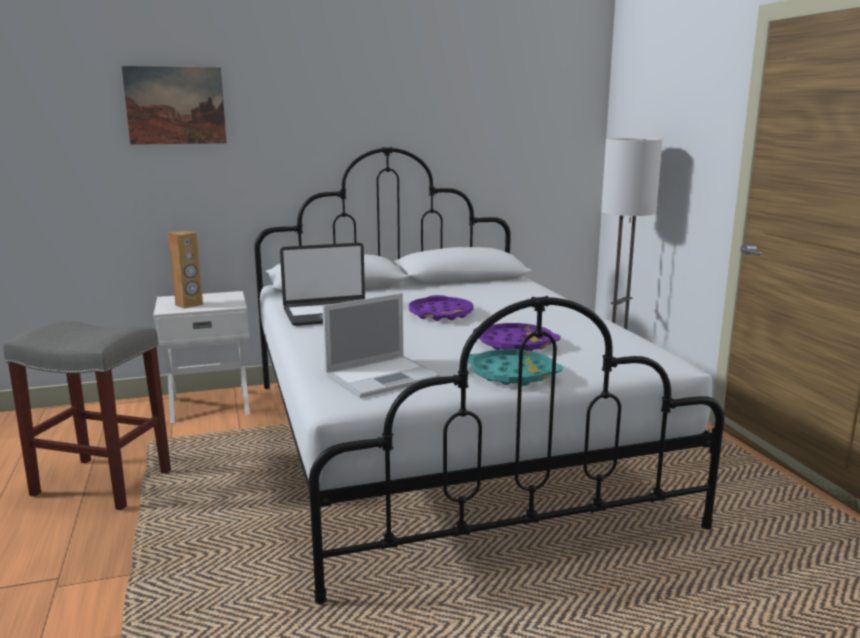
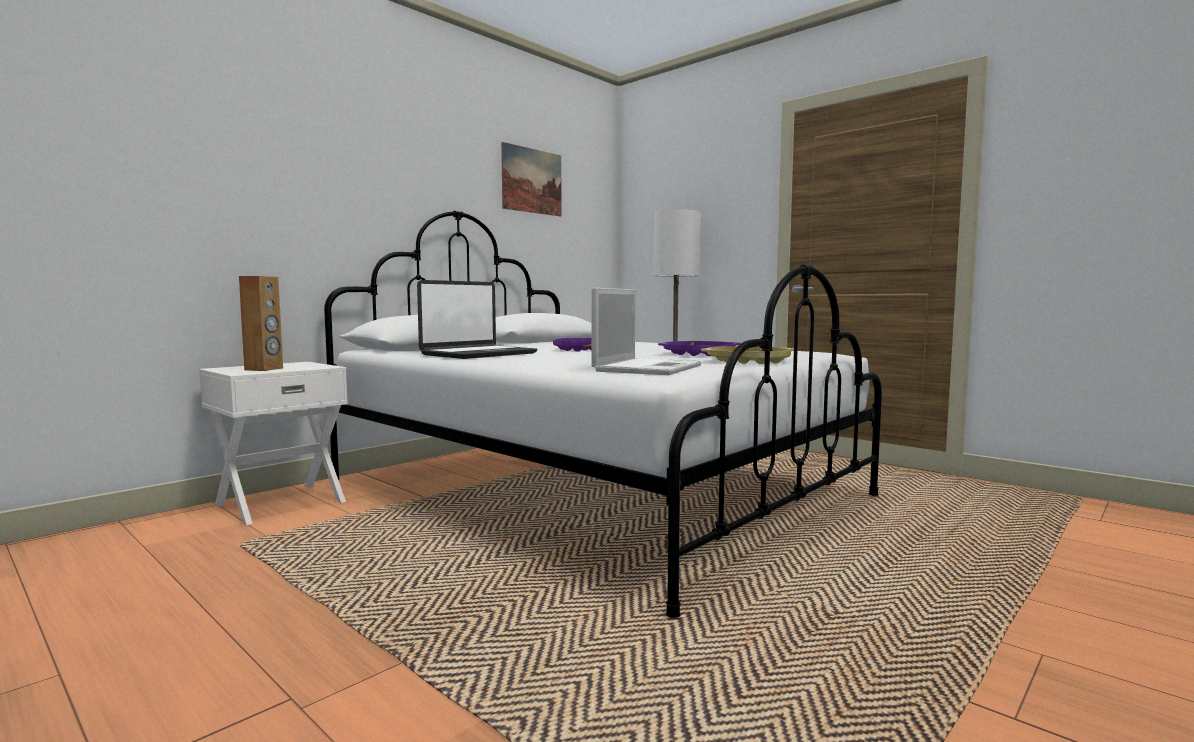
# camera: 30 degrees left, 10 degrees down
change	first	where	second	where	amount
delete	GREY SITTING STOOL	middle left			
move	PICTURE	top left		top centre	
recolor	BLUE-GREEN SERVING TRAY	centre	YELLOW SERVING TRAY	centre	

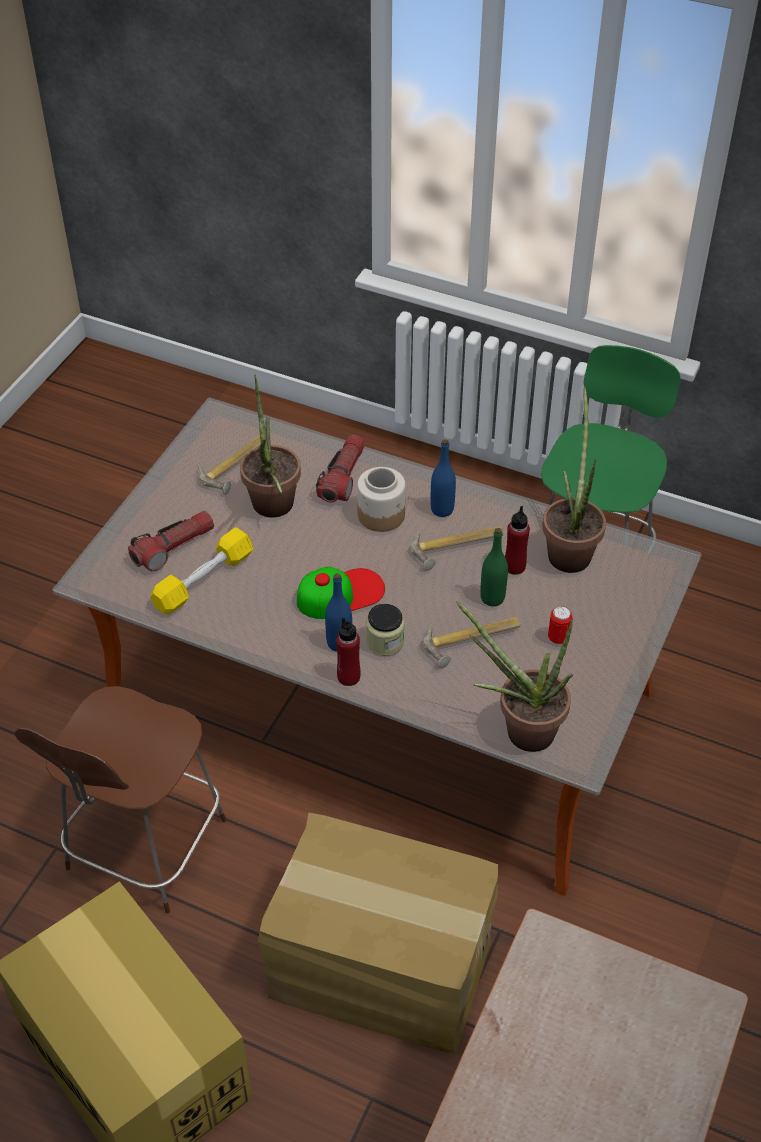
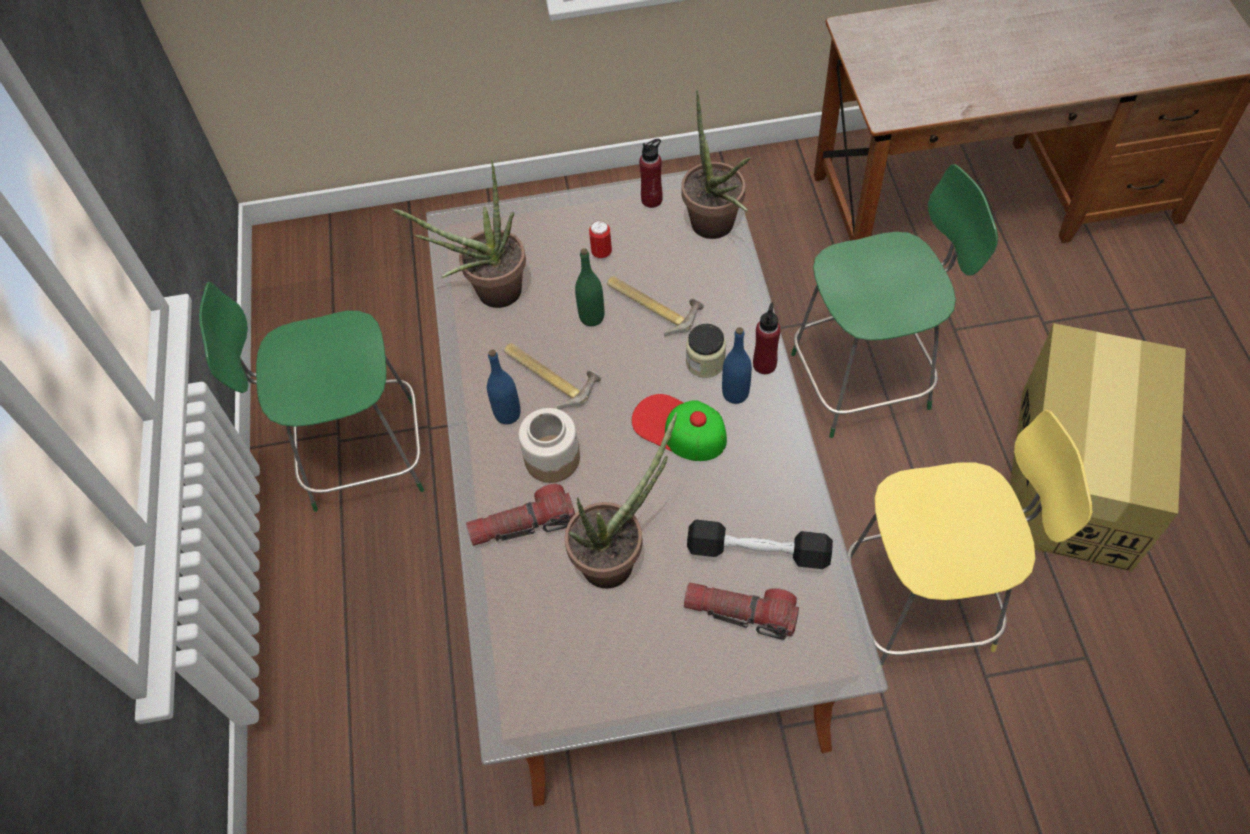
# camera: 120 degrees left, 10 degrees up
change	first	where	second	where	amount
recolor	BROWN-COLOURED SITTING STOOL	bottom left	YELLOW SITTING STOOL	middle right	
recolor	YELLOW HAND WEIGHT	middle left	BLACK HAND WEIGHT	centre	
delete	HAMMER (1st from left)	middle left			
replace	CARDBOARD BOX (2nd from left)	bottom centre	GREENISH SITTING STOOL (2nd from left)	middle right	
move	RED-COLOURED DRINK BOTTLE (2nd from left in the first image)	middle right	RED-COLOURED DRINK BOTTLE (1st from left)	top centre	

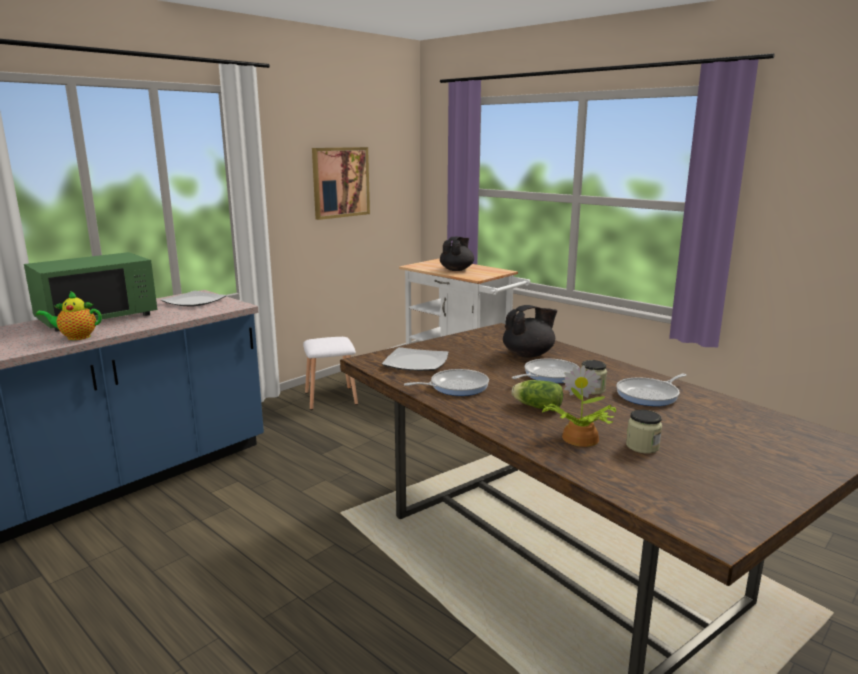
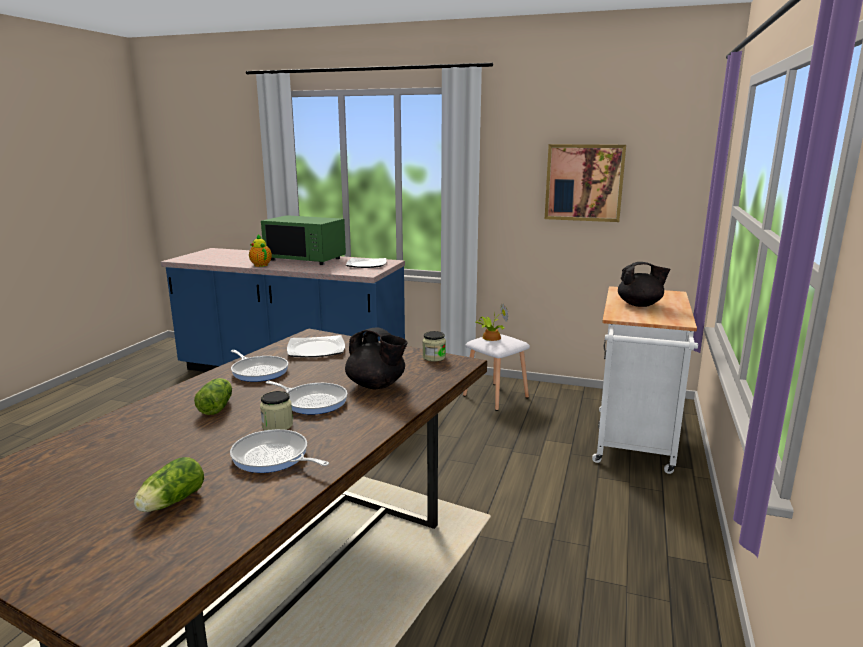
# camera: 65 degrees right, 0 degrees up
change	first	where	second	where	amount
move	HOUSEPLANT	middle right		centre	
move	PRESERVE JAR (2nd from left)	middle right		centre	
insert			LETTUCE HEAD (1st from left)	bottom left	

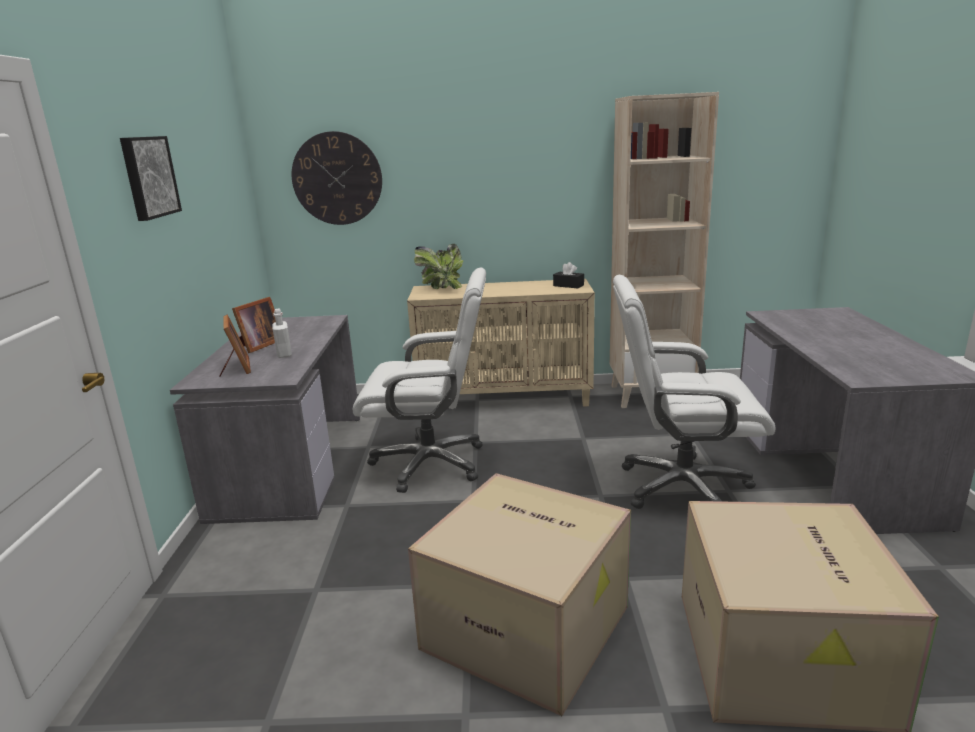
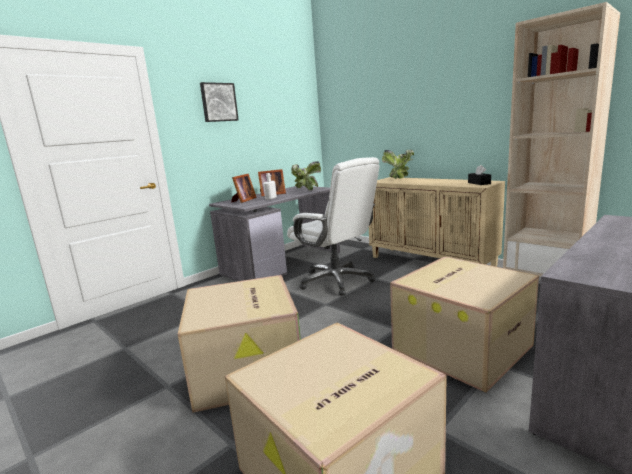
# camera: 45 degrees right, 5 degrees down
change	first	where	second	where	amount
delete	WALL CLOCK	top centre			
replace	WHITE-COLOURED DESK CHAIR (2nd from left)	middle right	CARDBOARD BOX (3rd from left)	bottom right	
insert			HOUSEPLANT (1st from left)	centre	

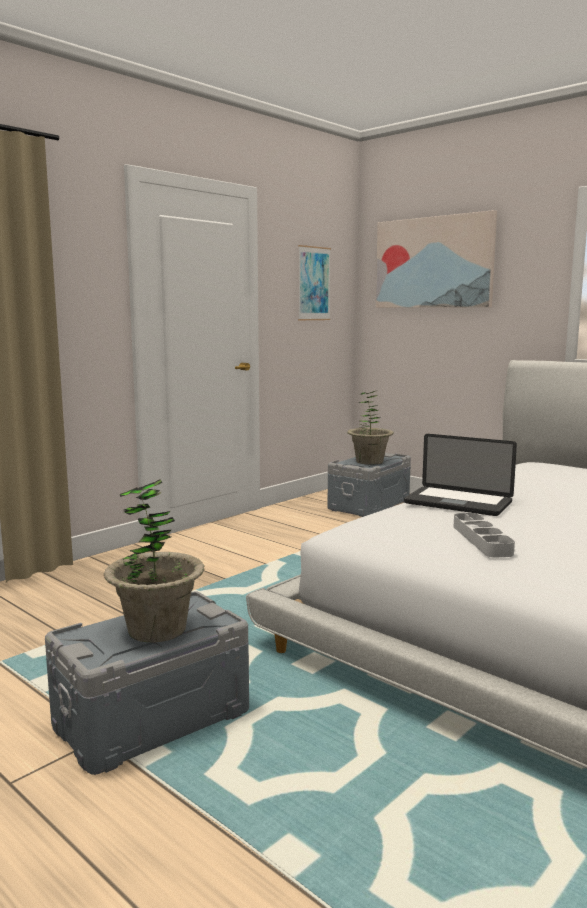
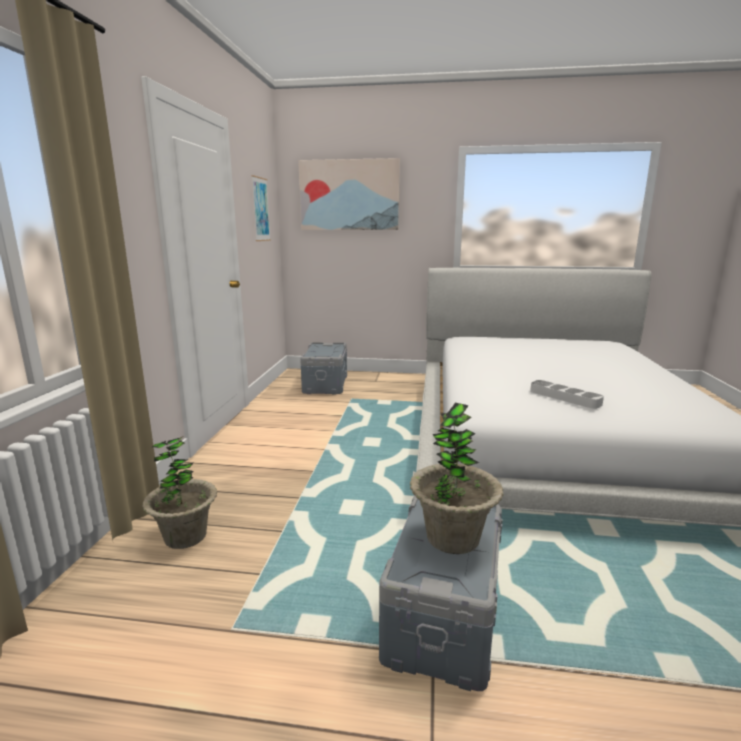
# camera: 35 degrees left, 5 degrees up
change	first	where	second	where	amount
move	HOUSEPLANT (2nd from left in the first image)	centre	HOUSEPLANT (1st from left)	middle left	
delete	NOTEBOOK COMPUTER	middle right			

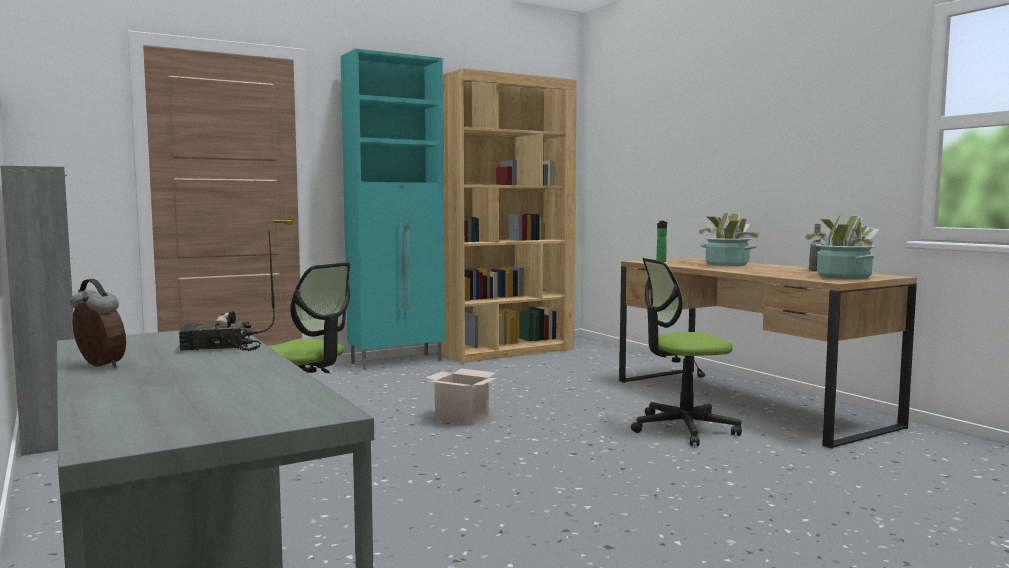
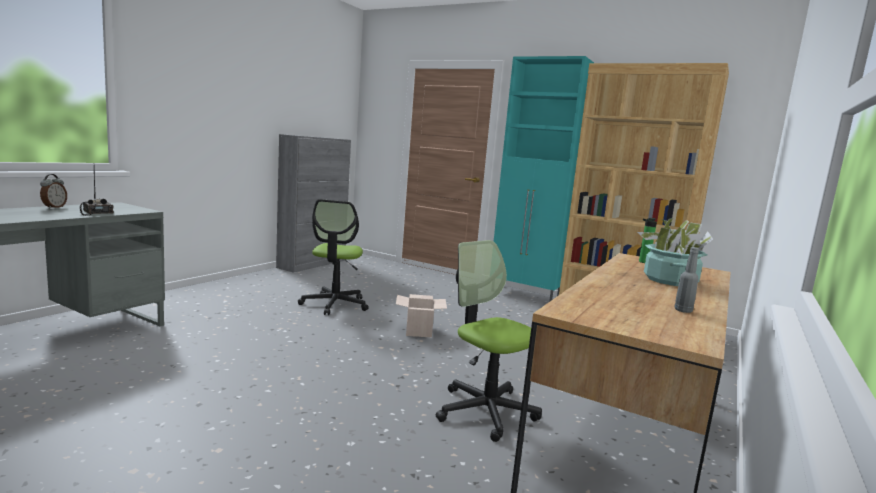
# camera: 60 degrees right, 5 degrees up
change	first	where	second	where	amount
delete	HOUSEPLANT (2nd from left)	middle right			

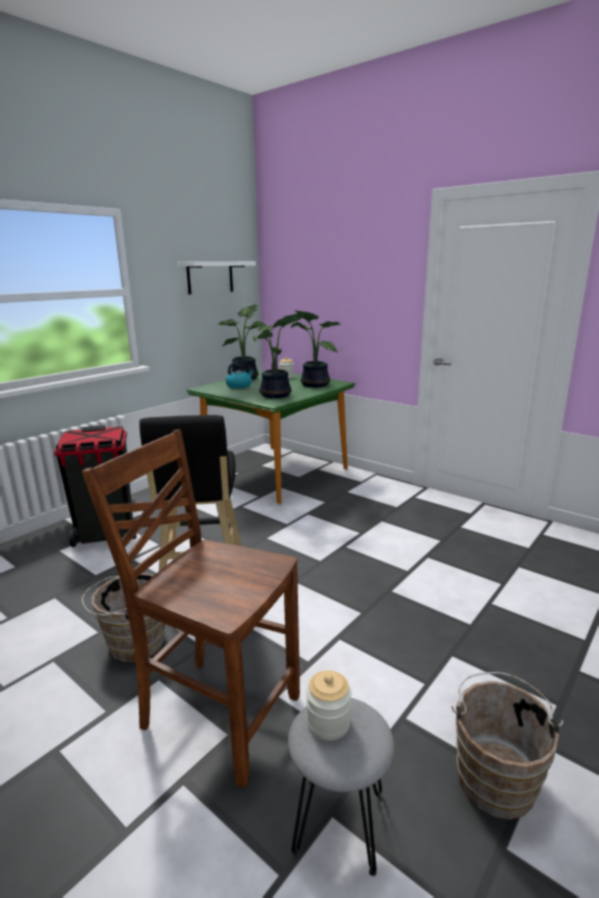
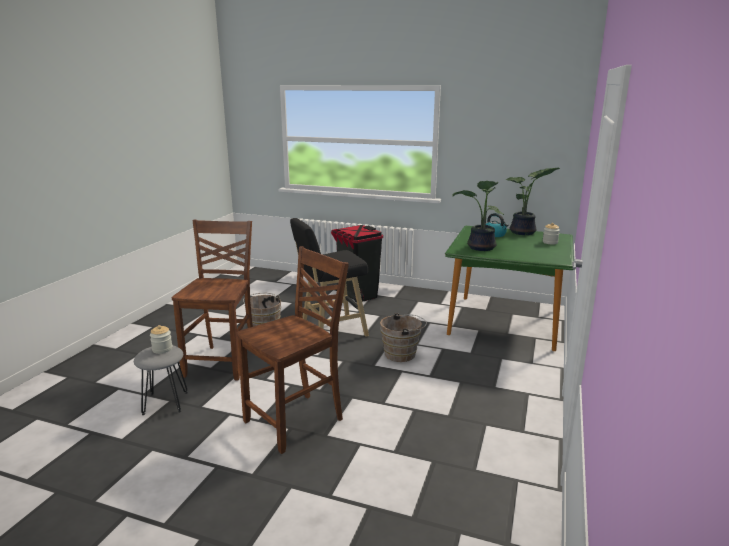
# camera: 70 degrees right, 0 degrees up
change	first	where	second	where	amount
delete	WHITE-COLOURED WALL SHELF	top centre			
delete	HOUSEPLANT (3rd from left)	centre			
move	BROWN-COLOURED BUCKET (2nd from left)	bottom right		centre	
insert			BROWN-COLOURED CHAIR (2nd from left)	centre	

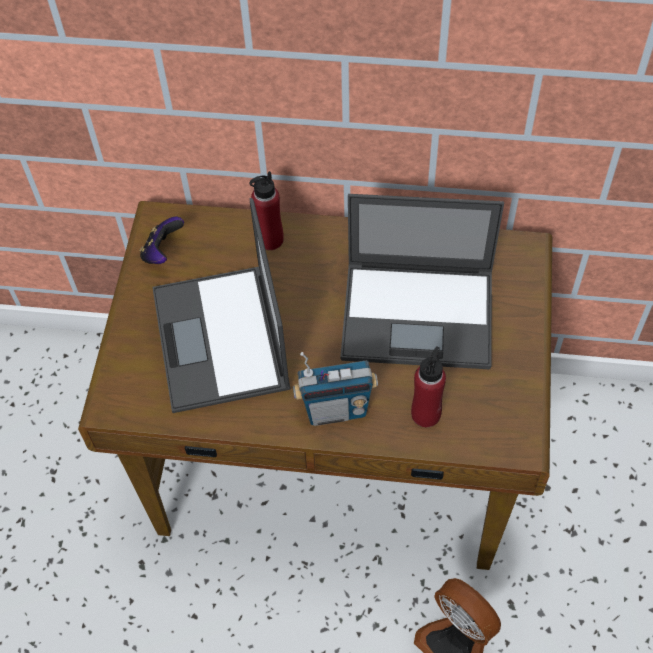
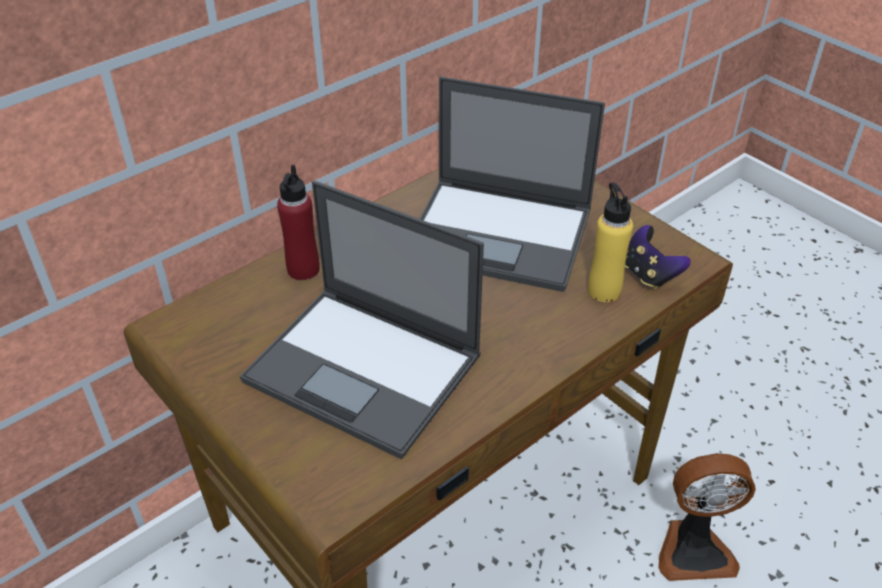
# camera: 50 degrees left, 15 degrees down
change	first	where	second	where	amount
move	GAME CONTROLLER	middle left		middle right	
delete	RADIO	centre			
rotate	NOTEBOOK COMPUTER (2nd from left)	centre		top centre	60 degrees clockwise
recolor	RED-COLOURED DRINK BOTTLE (2nd from left)	centre	YELLOW DRINK BOTTLE	middle right	

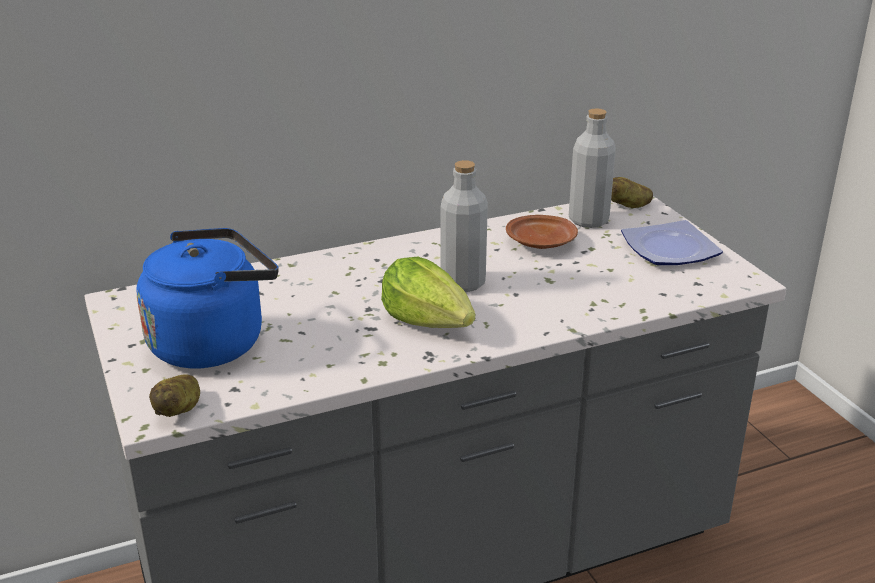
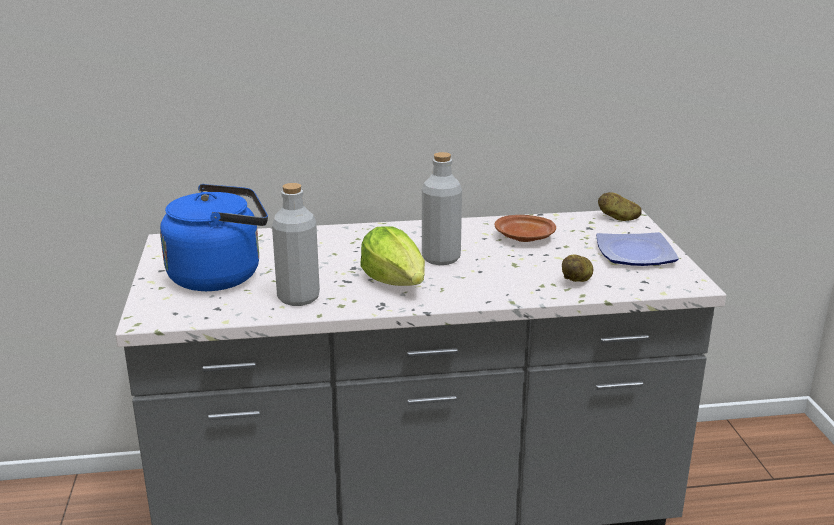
# camera: 15 degrees right, 5 degrees down
change	first	where	second	where	amount
move	SPUD (1st from left)	bottom left		middle right	
move	GREY DRINK BOTTLE (2nd from left in the first image)	top right	GREY DRINK BOTTLE (1st from left)	centre	

